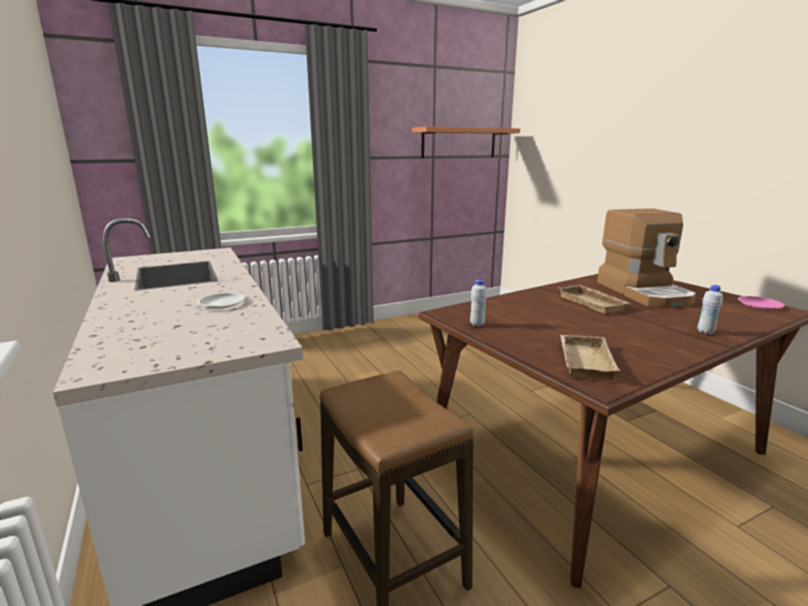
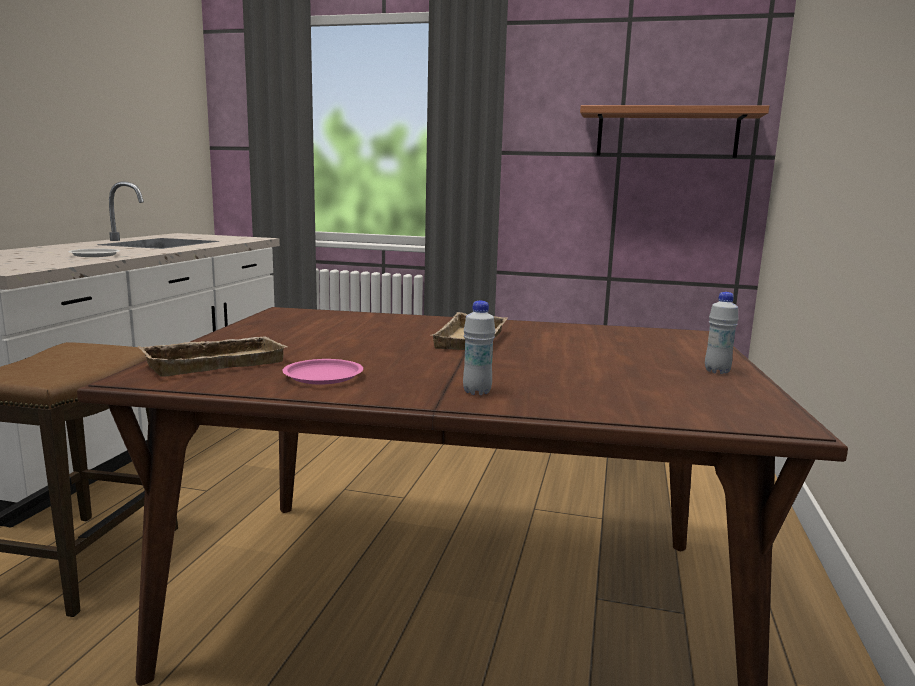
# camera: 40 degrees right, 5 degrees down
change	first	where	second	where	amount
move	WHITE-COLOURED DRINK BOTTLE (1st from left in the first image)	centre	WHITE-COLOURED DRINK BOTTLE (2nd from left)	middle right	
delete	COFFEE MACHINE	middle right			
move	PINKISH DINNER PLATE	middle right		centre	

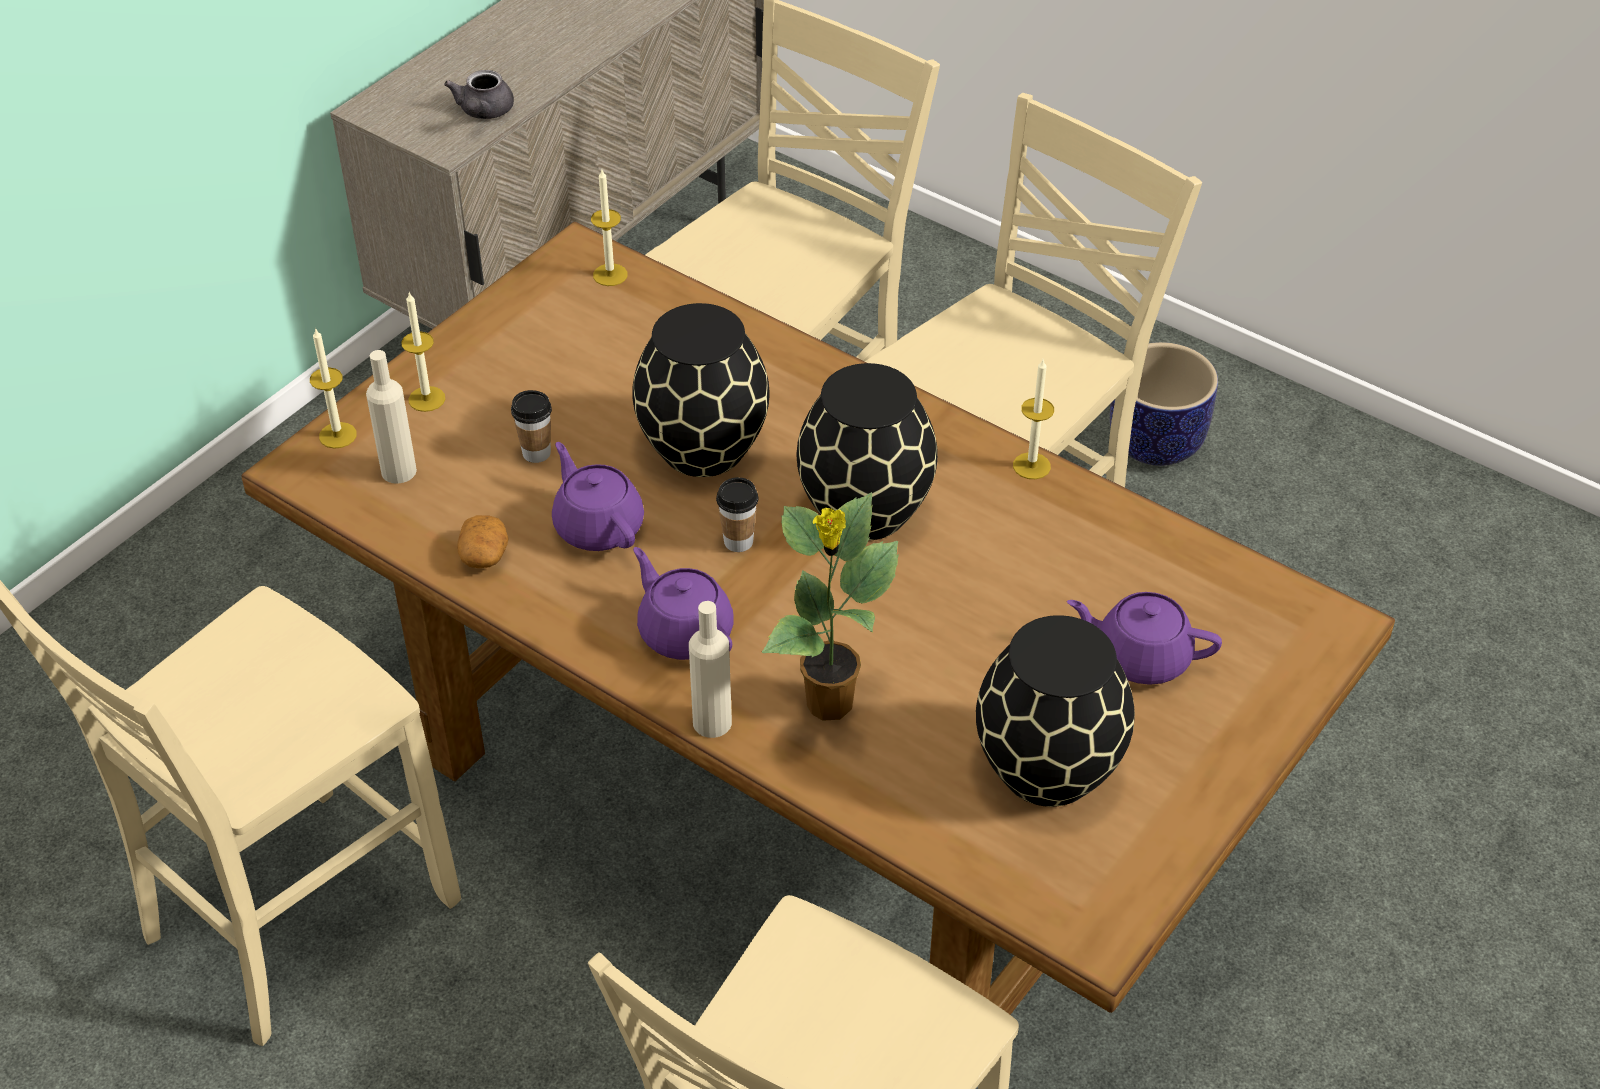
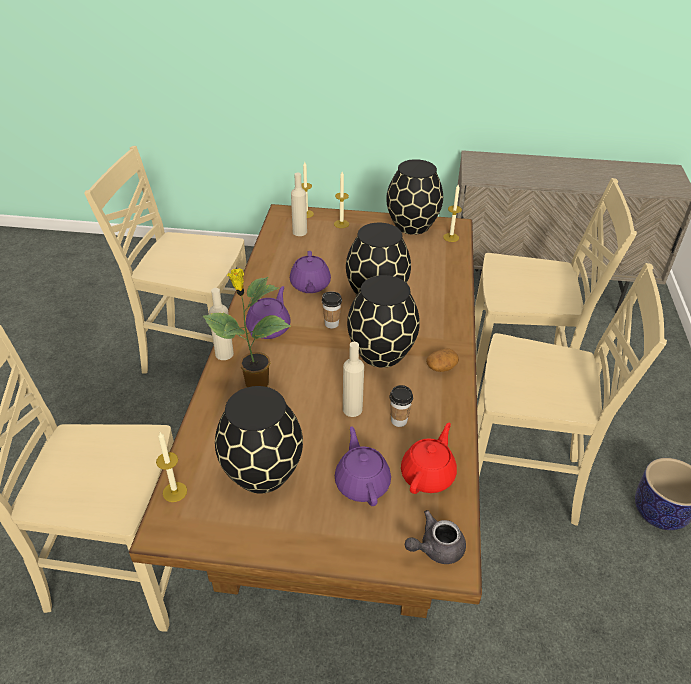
# camera: 60 degrees right, 5 degrees down
change	first	where	second	where	amount
move	GREY POT FOR TEA	top left		bottom centre	
move	SPUD	middle left		centre	
move	DRINKING CUP (1st from left in the first image)	middle left	DRINKING CUP (2nd from left)	centre	
rotate	PURPLISH POT FOR TEA (1st from left in the first image)	centre	PURPLISH POT FOR TEA (2nd from left)	centre	150 degrees clockwise
move	WAX CANDLE (4th from left in the first image)	centre	WAX CANDLE (1st from left)	bottom left	
insert			BEIGE DRINK BOTTLE (3rd from left)	centre	
insert			BLACK VASE (4th from left)	top centre	
insert			RED-COLOURED POT FOR TEA	bottom centre	

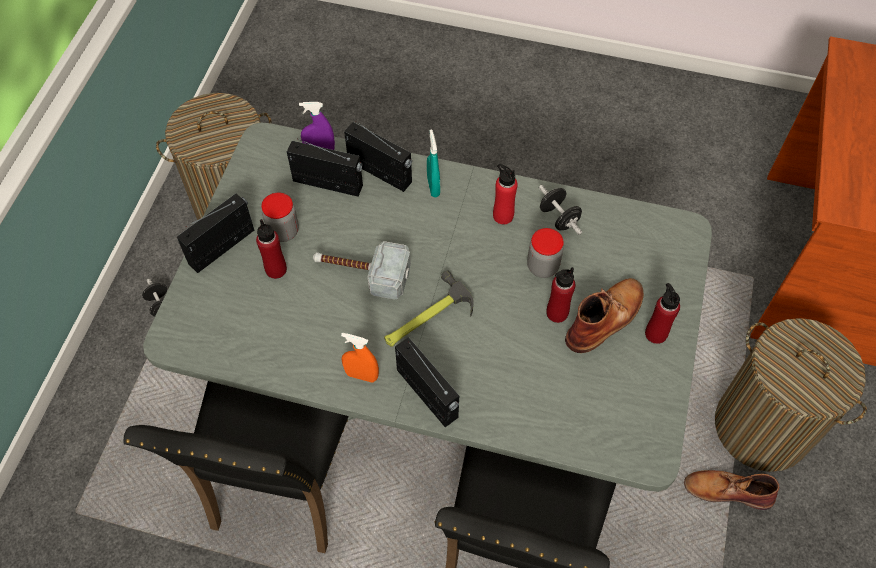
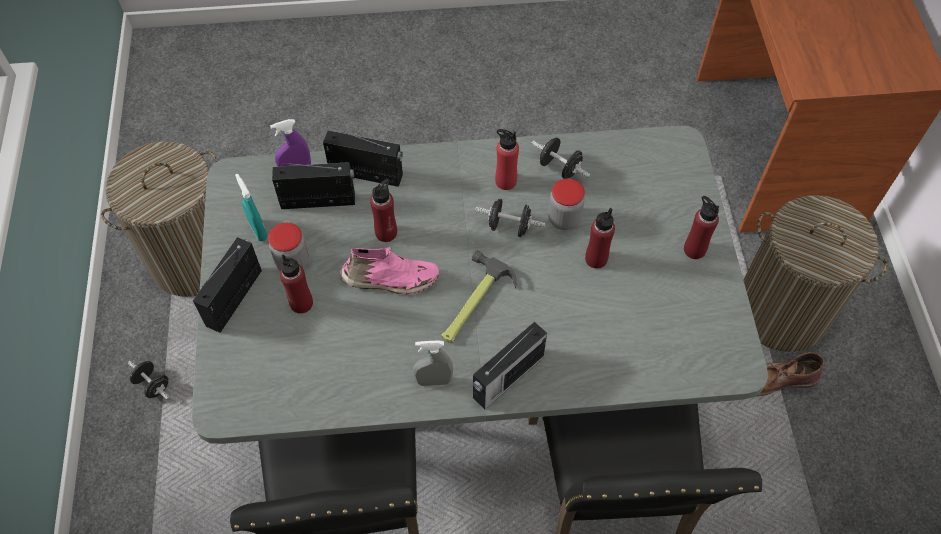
# camera: 20 degrees left, 0 degrees up
change	first	where	second	where	amount
replace	HAMMER (1st from left)	centre	PINKISH SHOE	centre	
recolor	ORANGEY HAND SPRAYER	centre	GREY HAND SPRAYER	bottom centre	
rotate	RADIO (4th from left)	bottom centre		bottom centre	105 degrees clockwise
move	BLUE-GREEN HAND SPRAYER	top centre		middle left	
delete	BROWN-COLOURED HIGH-TOP BOOT (1st from left)	middle right			
insert			RED-COLOURED DRINK BOTTLE (2nd from left)	centre	
insert			BLACK HAND WEIGHT (2nd from left)	centre	

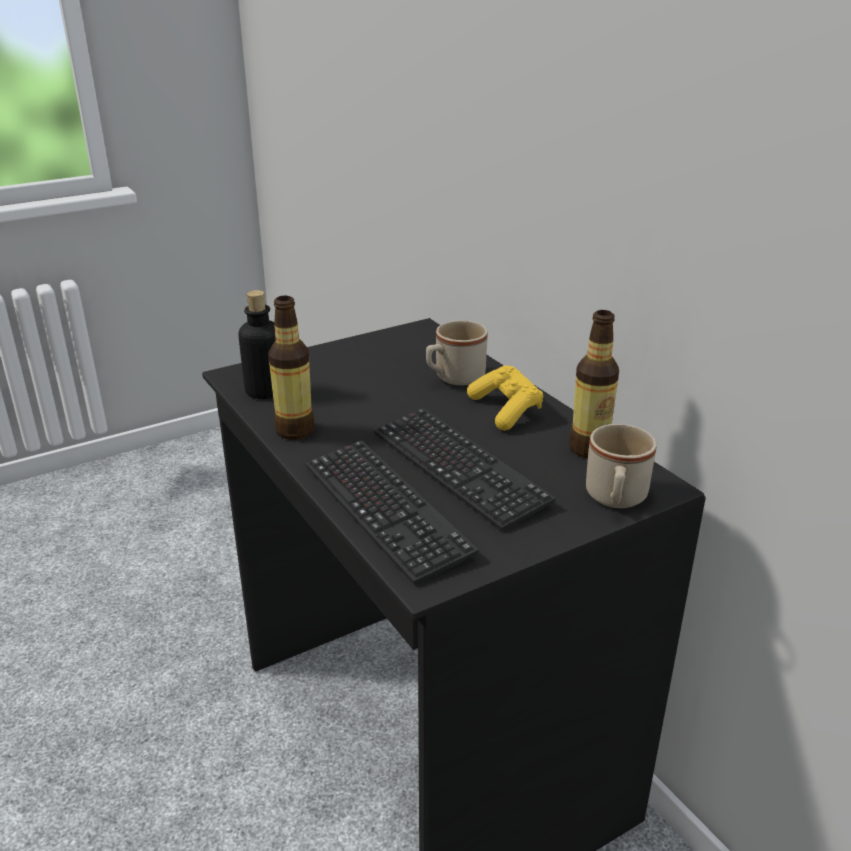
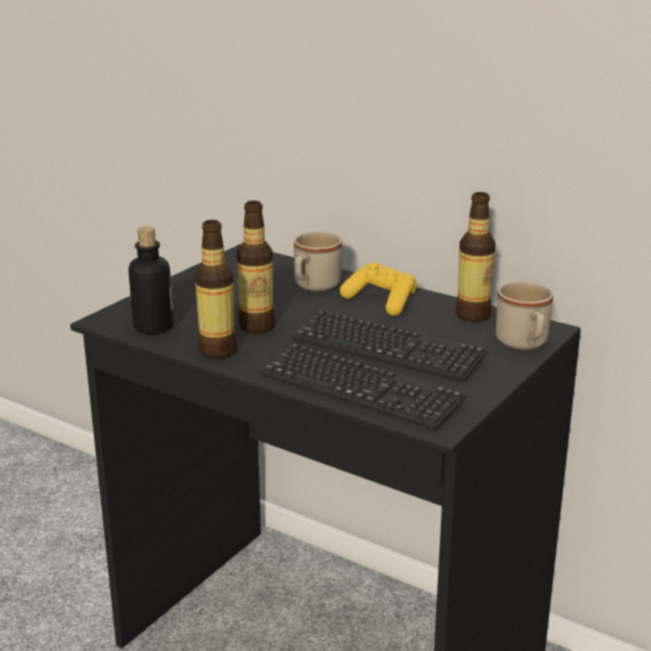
# camera: 25 degrees left, 5 degrees down
change	first	where	second	where	amount
insert			DRINK BOTTLE (3rd from left)	centre	

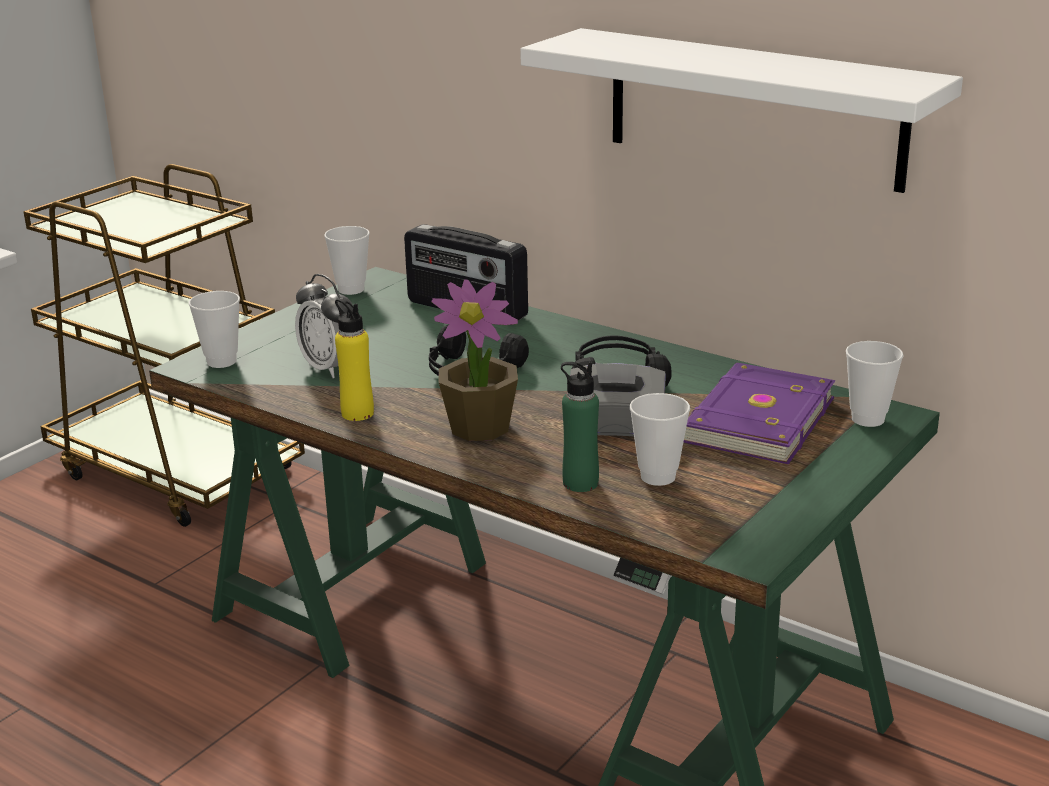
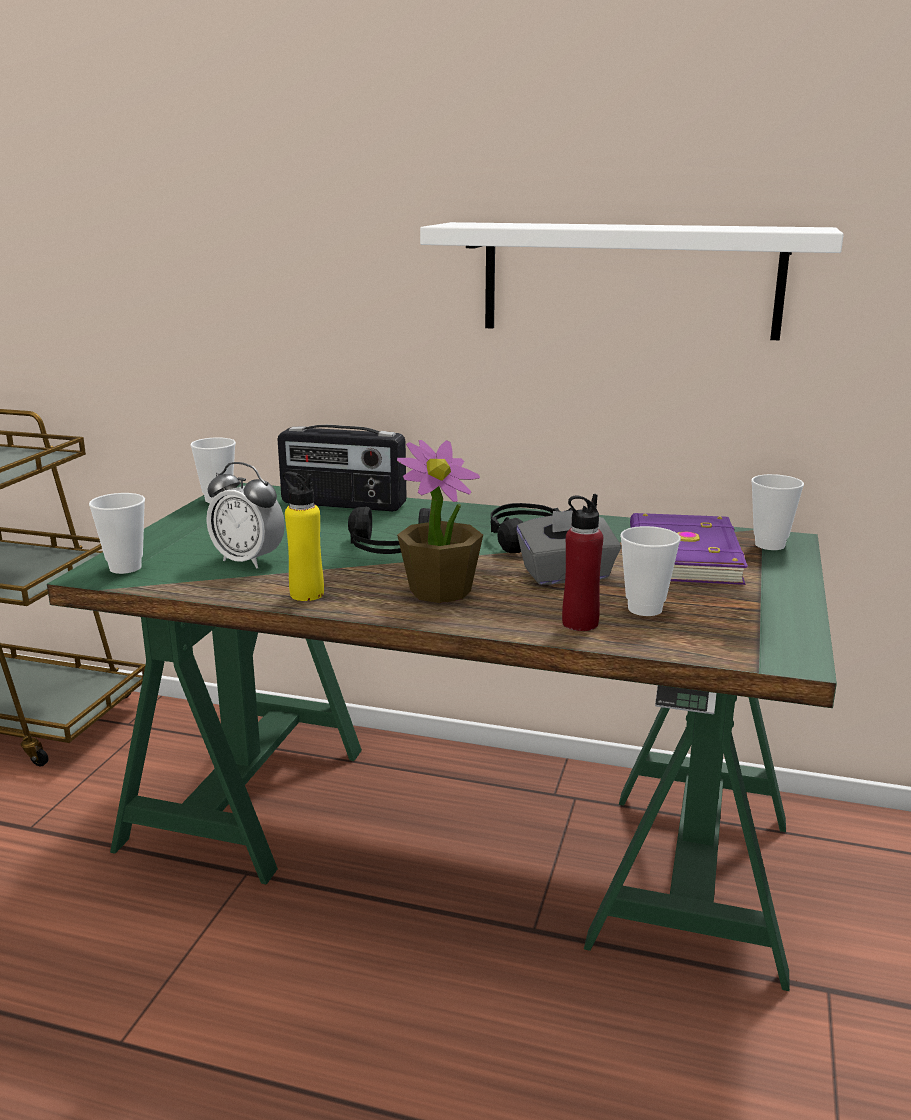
# camera: 20 degrees left, 5 degrees down
change	first	where	second	where	amount
recolor	GREENISH DRINK BOTTLE	centre	RED-COLOURED DRINK BOTTLE	centre	

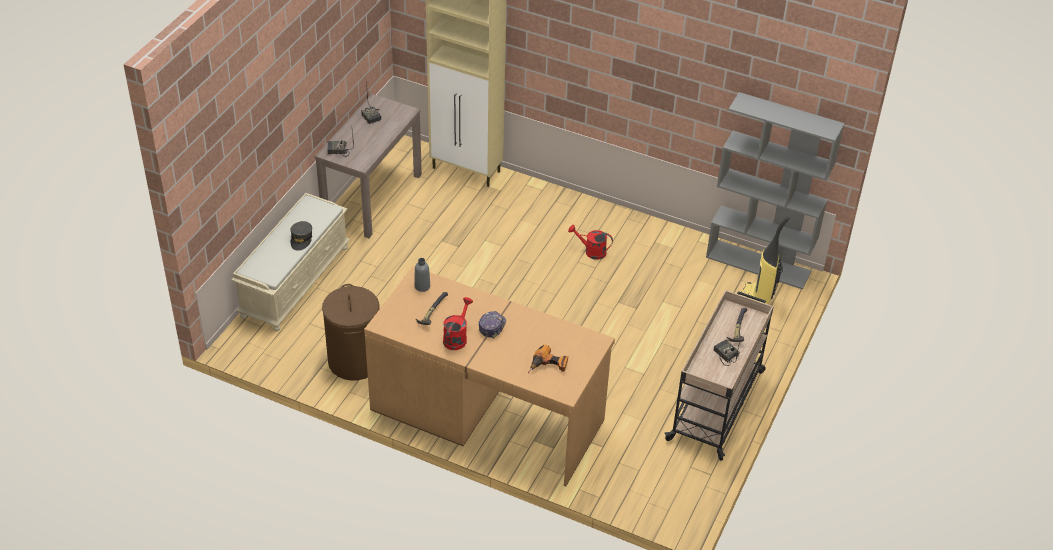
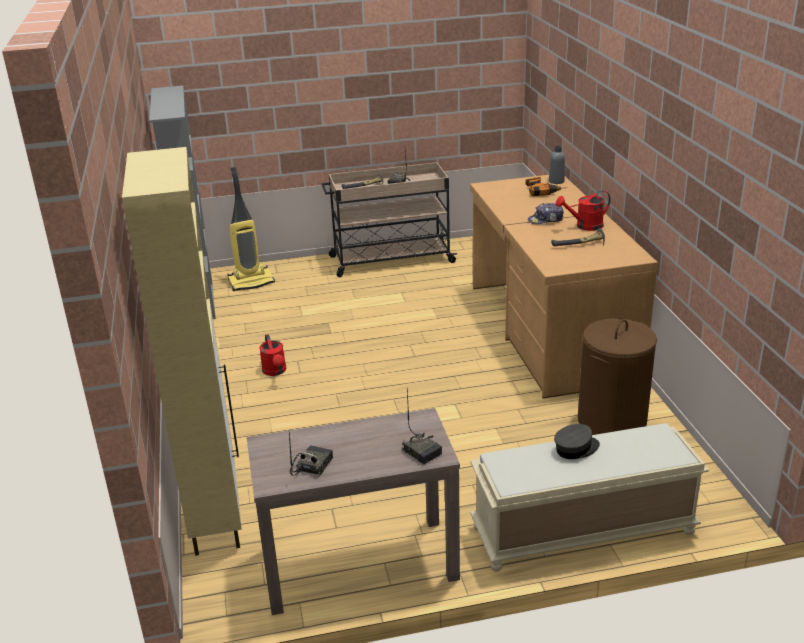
# camera: 125 degrees left, 15 degrees down
change	first	where	second	where	amount
move	GREY DRINK BOTTLE	centre		top right	

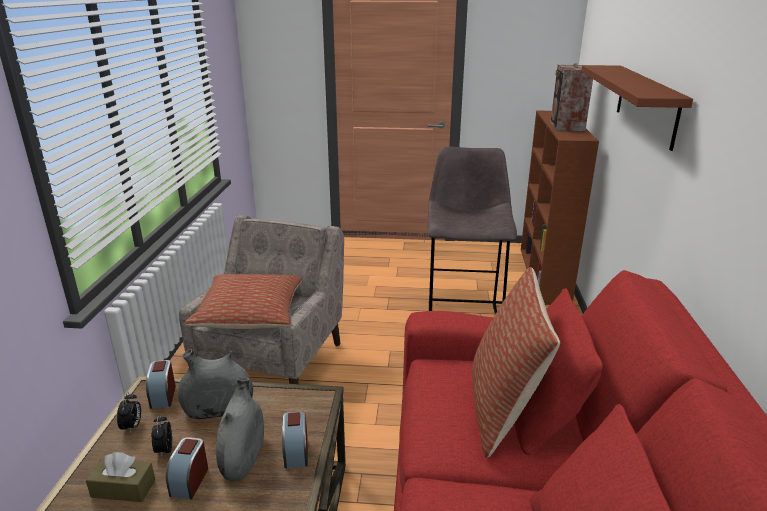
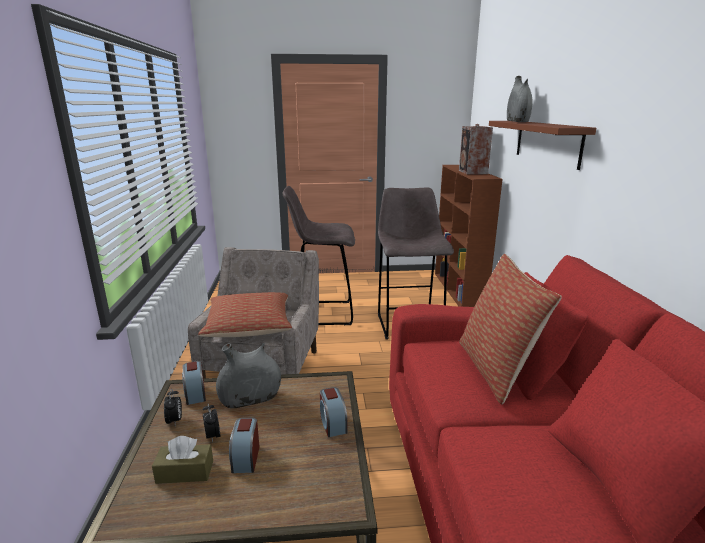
# camera: 10 degrees left, 5 degrees down
change	first	where	second	where	amount
move	GREY VASE (2nd from left)	bottom left		top right	
insert			GREY SITTING STOOL (1st from left)	centre	

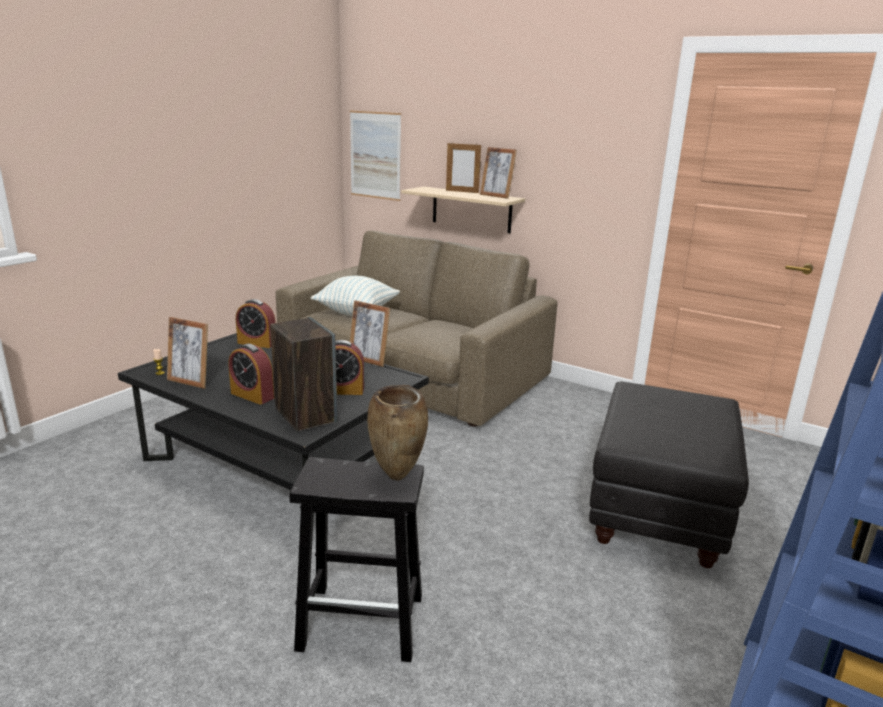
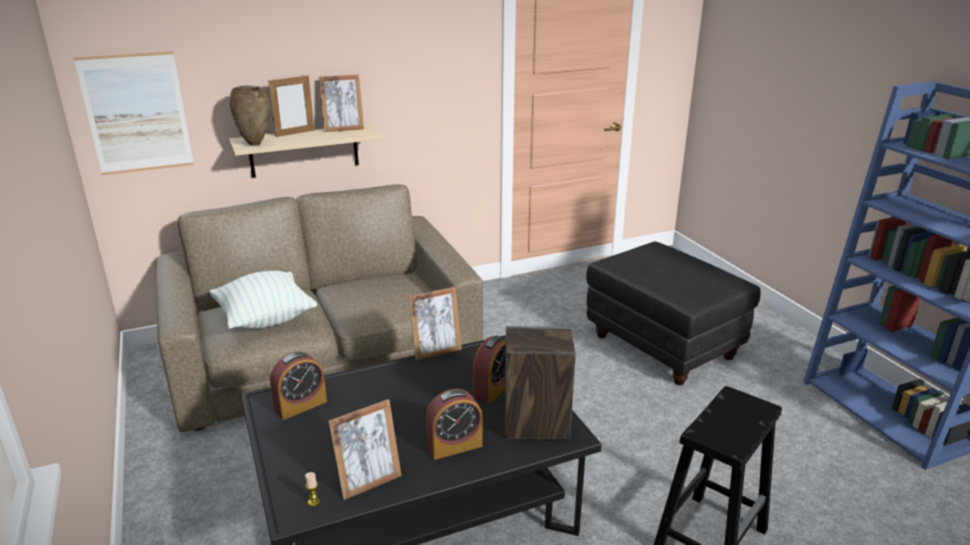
# camera: 55 degrees left, 5 degrees up
change	first	where	second	where	amount
move	BROWN-COLOURED VASE	centre		top left	

